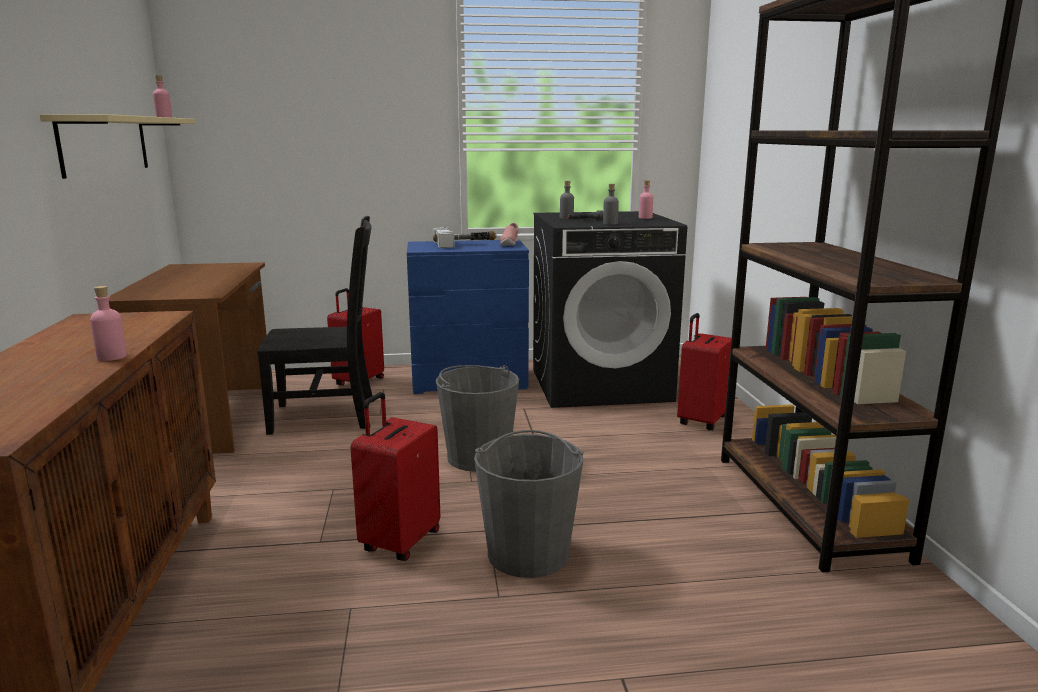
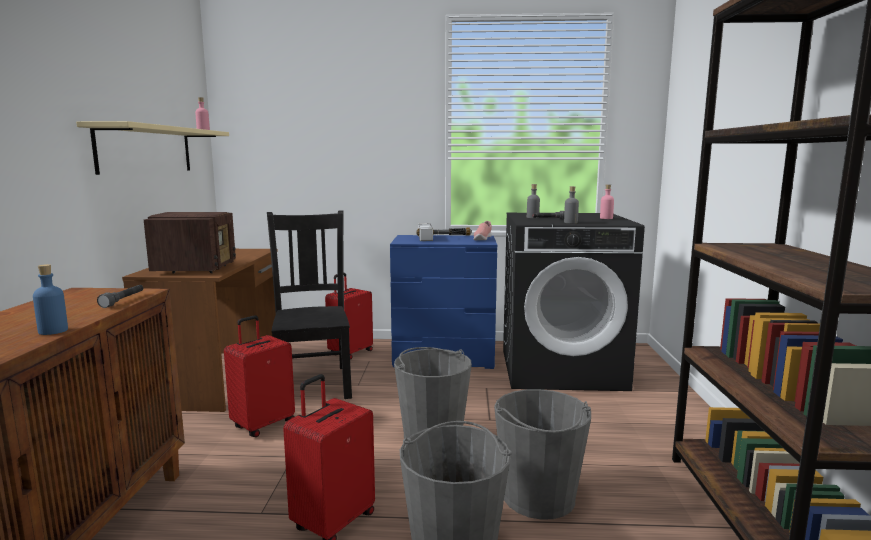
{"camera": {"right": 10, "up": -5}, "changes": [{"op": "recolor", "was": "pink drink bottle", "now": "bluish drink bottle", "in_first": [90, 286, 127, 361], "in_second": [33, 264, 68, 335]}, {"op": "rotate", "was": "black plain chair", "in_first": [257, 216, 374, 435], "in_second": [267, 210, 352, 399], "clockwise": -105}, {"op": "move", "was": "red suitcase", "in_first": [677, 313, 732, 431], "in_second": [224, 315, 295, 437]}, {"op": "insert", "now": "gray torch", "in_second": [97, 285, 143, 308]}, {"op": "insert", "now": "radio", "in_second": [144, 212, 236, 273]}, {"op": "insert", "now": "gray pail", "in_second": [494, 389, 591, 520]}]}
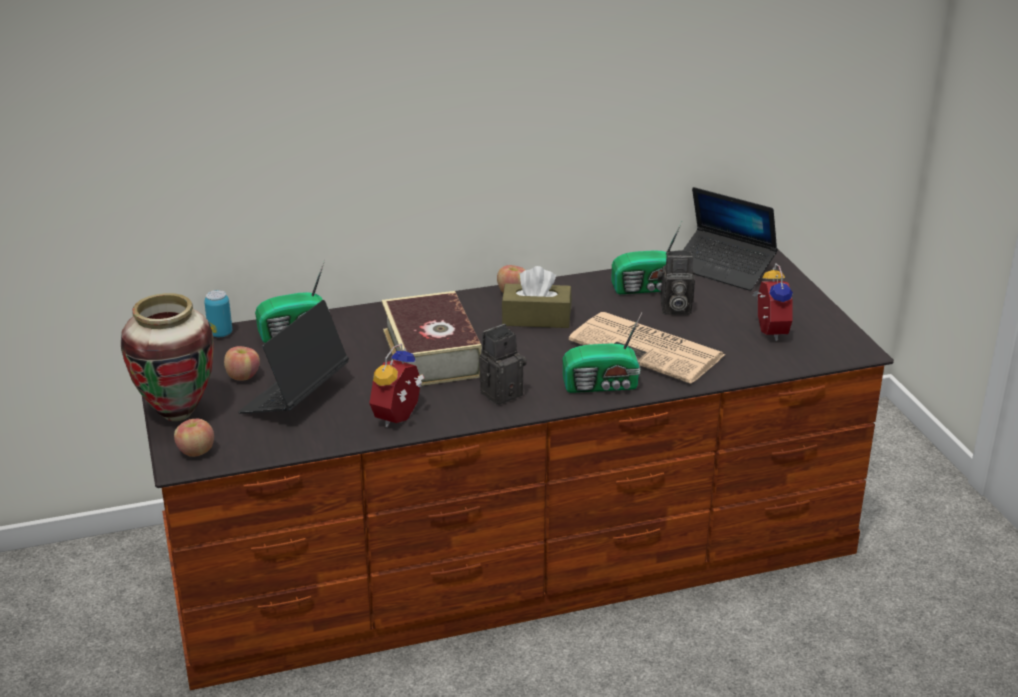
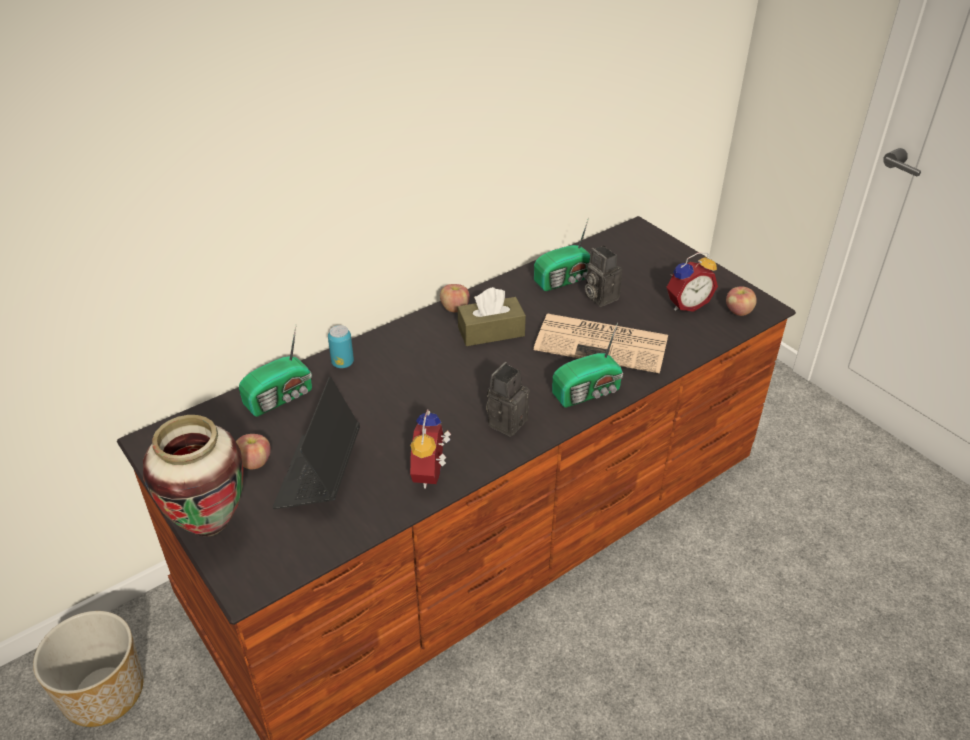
{"camera": {"right": -20, "up": 10}, "changes": [{"op": "move", "was": "apple fruit", "in_first": [174, 419, 214, 457], "in_second": [726, 286, 756, 316]}, {"op": "move", "was": "metal can", "in_first": [204, 290, 232, 337], "in_second": [328, 325, 354, 368]}, {"op": "delete", "was": "volume", "in_first": [382, 291, 482, 386]}, {"op": "rotate", "was": "still camera", "in_first": [657, 250, 695, 315], "in_second": [585, 246, 622, 307], "clockwise": 75}, {"op": "delete", "was": "notebook computer", "in_first": [683, 187, 778, 291]}, {"op": "rotate", "was": "bedside clock", "in_first": [753, 263, 793, 341], "in_second": [666, 252, 718, 312], "clockwise": 90}, {"op": "insert", "now": "planter", "in_second": [33, 611, 144, 727]}]}
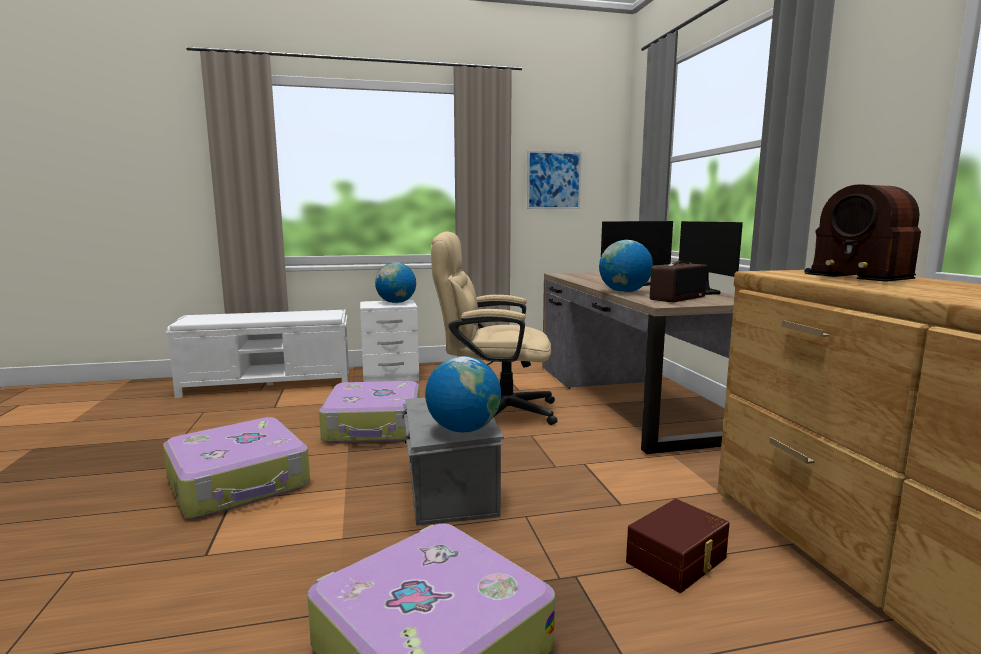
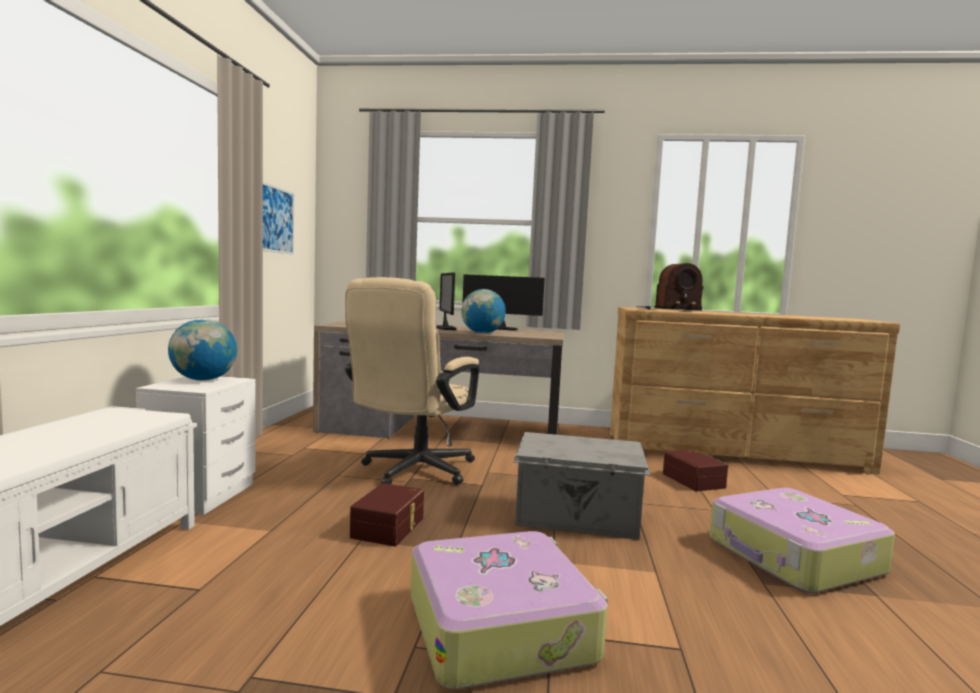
{"camera": {"right": -70, "up": -5}, "changes": [{"op": "replace", "was": "suitcase", "now": "brownish storage container", "in_first": [319, 381, 419, 443], "in_second": [350, 483, 424, 546]}, {"op": "delete", "was": "desk globe", "in_first": [425, 356, 501, 433]}, {"op": "delete", "was": "radio", "in_first": [650, 261, 707, 302]}]}
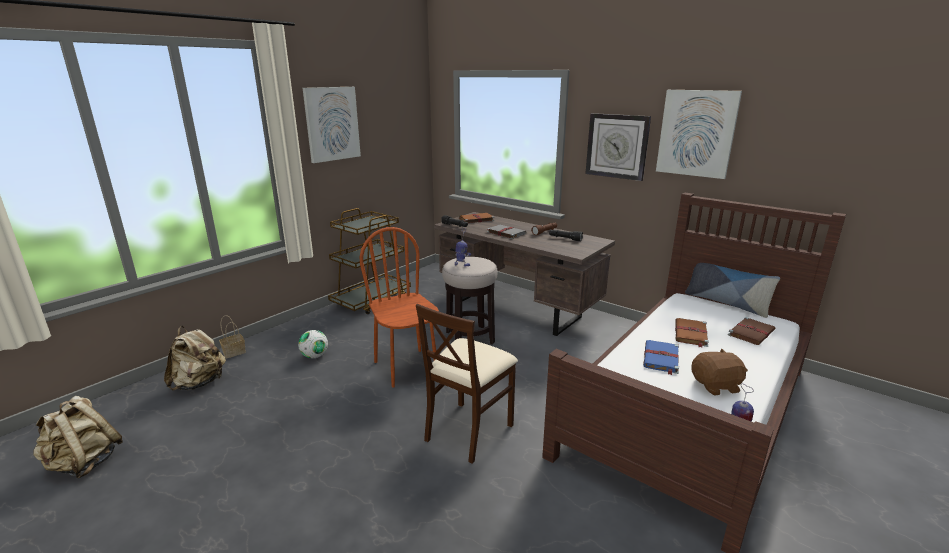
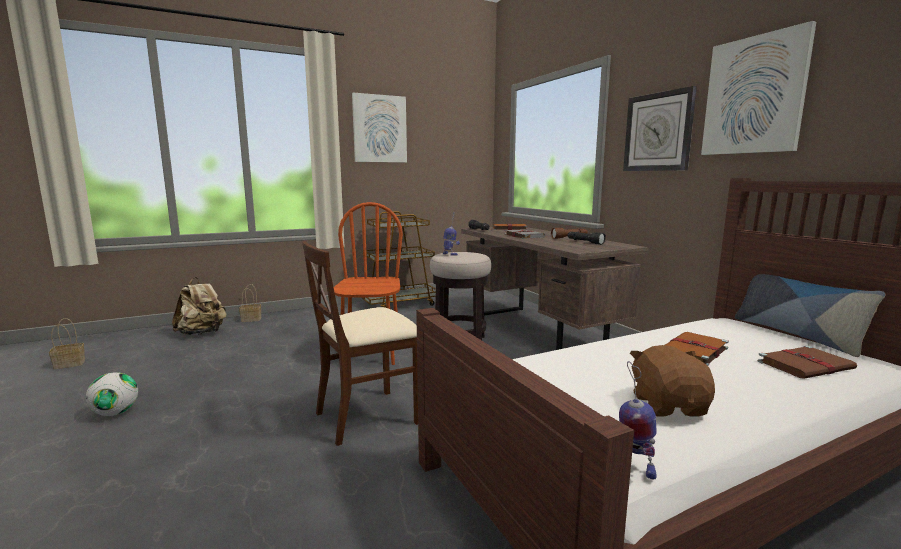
{"camera": {"right": 25, "up": -10}, "changes": [{"op": "replace", "was": "beige-coloured knapsack", "now": "household basket", "in_first": [33, 396, 123, 479], "in_second": [49, 318, 85, 369]}, {"op": "move", "was": "ball for football", "in_first": [298, 330, 328, 358], "in_second": [86, 372, 138, 416]}, {"op": "delete", "was": "bluish volume", "in_first": [643, 340, 679, 375]}, {"op": "rotate", "was": "brownish plush toy", "in_first": [691, 349, 748, 396], "in_second": [630, 345, 715, 417], "clockwise": -105}]}
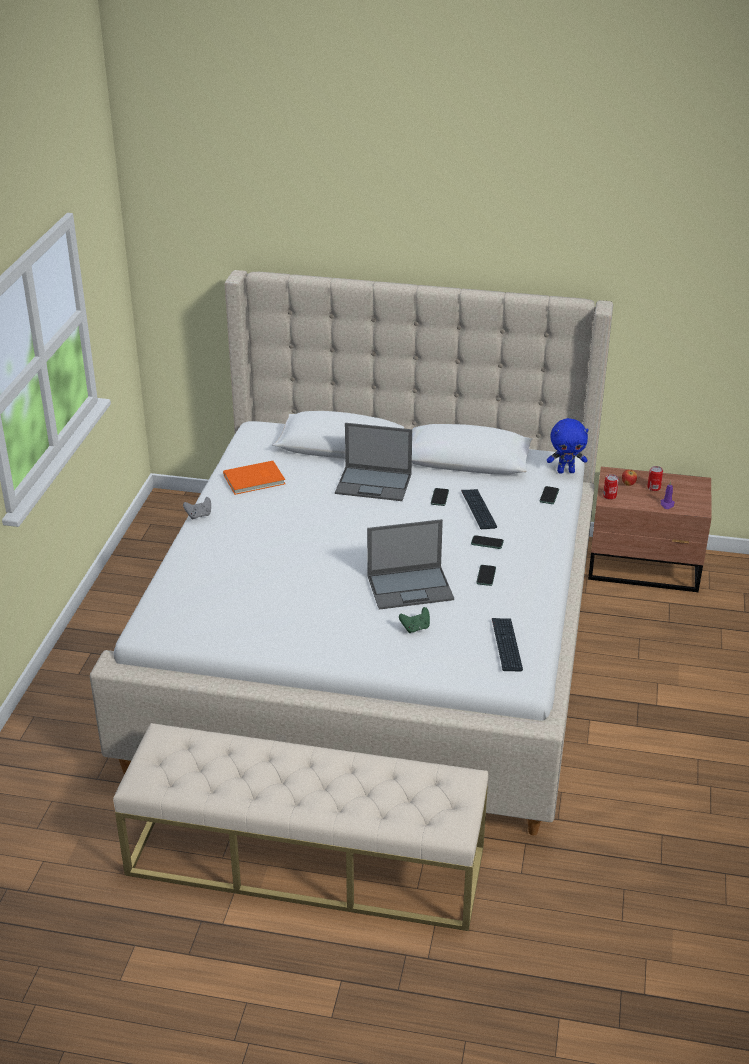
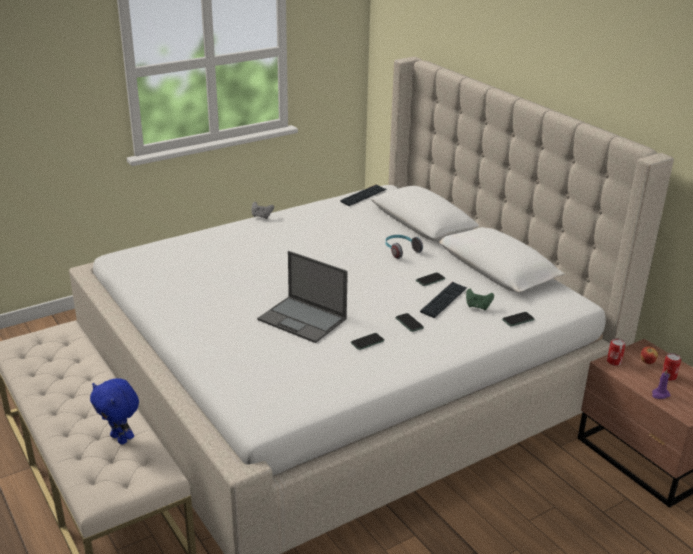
{"camera": {"right": 45, "up": -5}, "changes": [{"op": "delete", "was": "orange-coloured volume", "in_first": [223, 461, 285, 495]}, {"op": "replace", "was": "notebook computer", "now": "headphones", "in_first": [335, 423, 412, 501], "in_second": [385, 235, 423, 259]}, {"op": "move", "was": "green-coloured game controller", "in_first": [399, 607, 430, 633], "in_second": [466, 289, 494, 310]}, {"op": "move", "was": "PC keyboard", "in_first": [492, 618, 523, 671], "in_second": [340, 184, 386, 206]}, {"op": "move", "was": "bluish plush toy", "in_first": [547, 418, 589, 474], "in_second": [90, 378, 139, 445]}]}
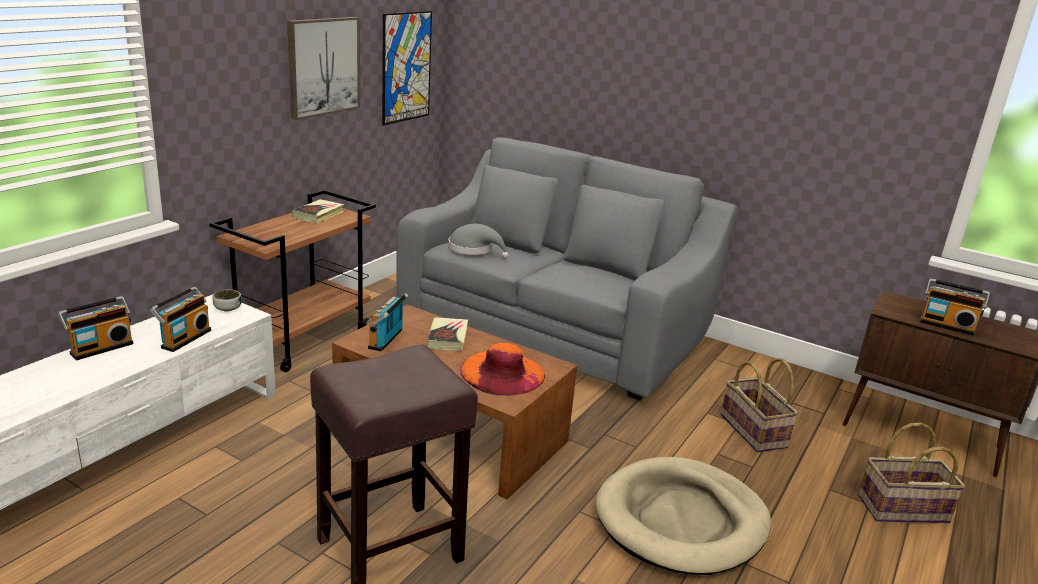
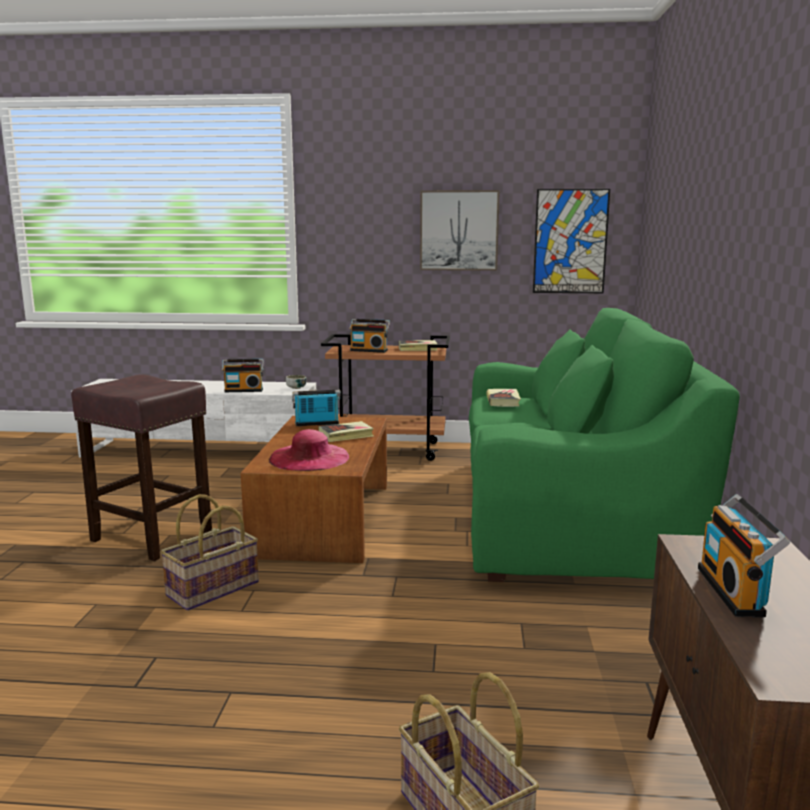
{"camera": {"right": 65, "up": -10}, "changes": [{"op": "move", "was": "radio", "in_first": [58, 296, 133, 361], "in_second": [349, 319, 390, 353]}, {"op": "recolor", "was": "gray couch", "now": "green-coloured couch", "in_first": [396, 137, 737, 401], "in_second": [469, 308, 740, 582]}, {"op": "replace", "was": "gray clothing hat", "now": "volume", "in_first": [448, 224, 509, 259], "in_second": [486, 389, 521, 407]}, {"op": "recolor", "was": "orange-coloured clothing hat", "now": "pink clothing hat", "in_first": [460, 343, 545, 395], "in_second": [269, 429, 349, 471]}, {"op": "delete", "was": "beige-coloured dog bed", "in_first": [596, 457, 771, 575]}, {"op": "move", "was": "household basket", "in_first": [721, 358, 798, 452], "in_second": [160, 494, 259, 611]}]}
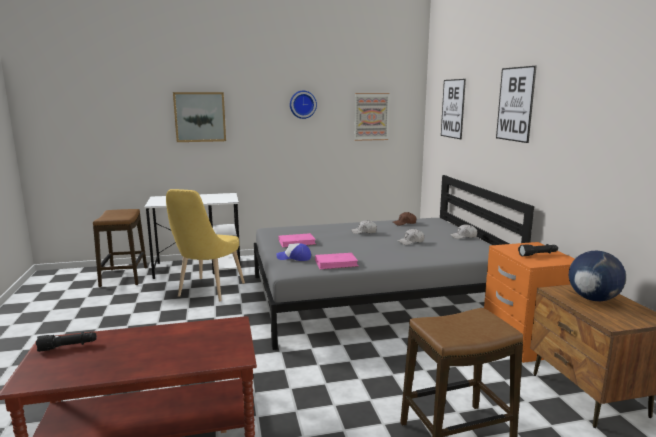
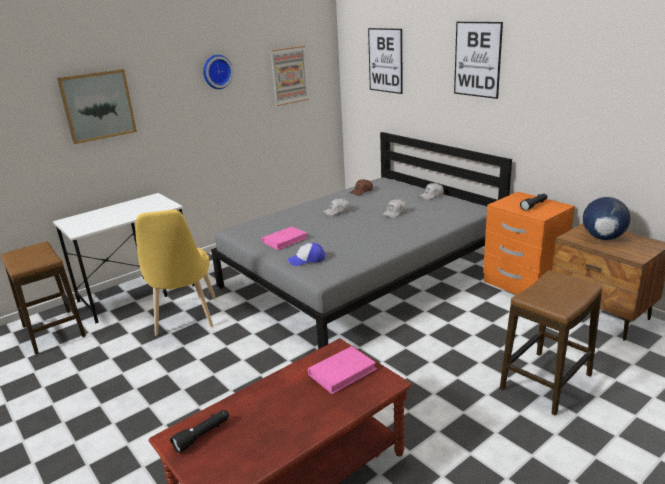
{"camera": {"right": -25, "up": 10}, "changes": [{"op": "move", "was": "pink volume", "in_first": [315, 253, 359, 269], "in_second": [308, 346, 377, 394]}]}
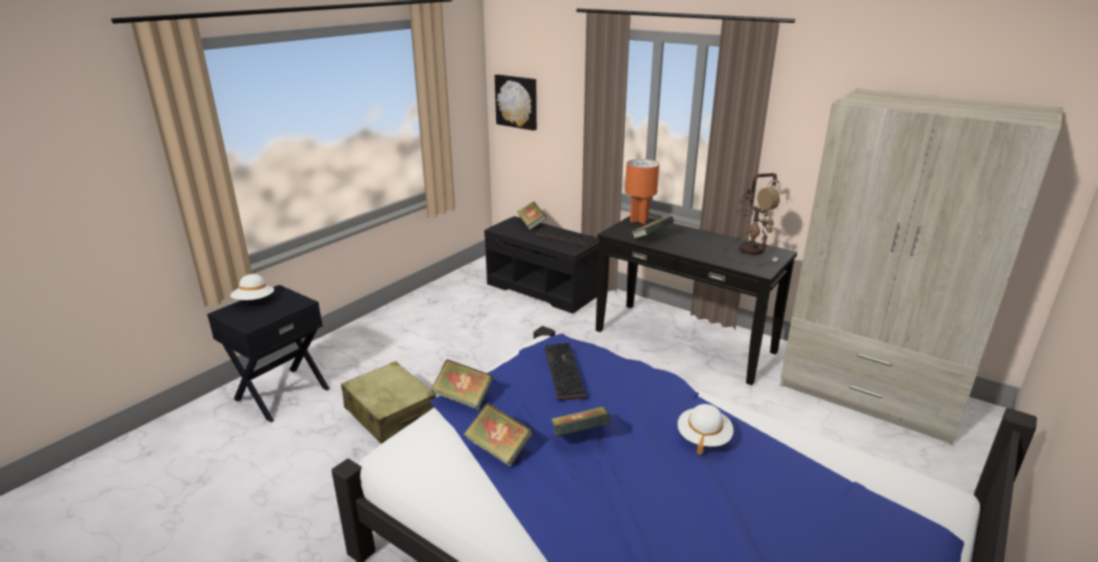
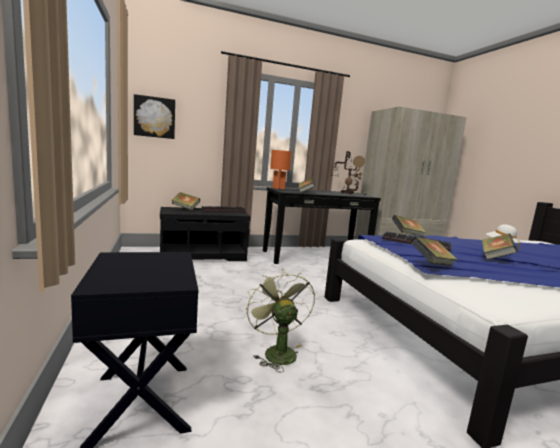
{"camera": {"right": -55, "up": -15}, "changes": [{"op": "delete", "was": "whitish clothing hat", "in_first": [230, 274, 274, 300]}, {"op": "replace", "was": "beige-coloured suitcase", "now": "green-coloured electric fan", "in_first": [341, 361, 436, 444], "in_second": [246, 268, 315, 372]}, {"op": "move", "was": "volume", "in_first": [463, 403, 533, 467], "in_second": [392, 215, 427, 237]}]}
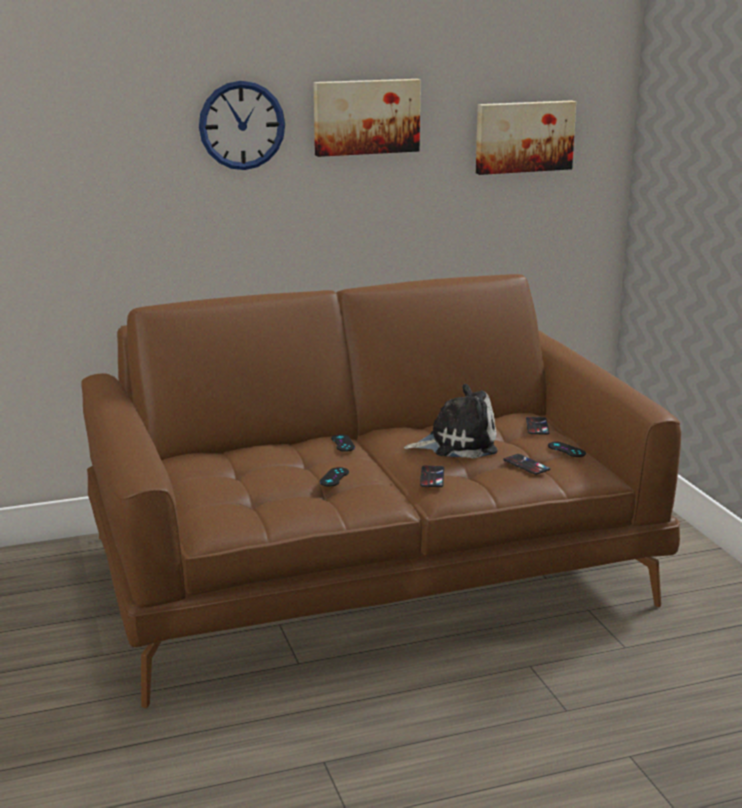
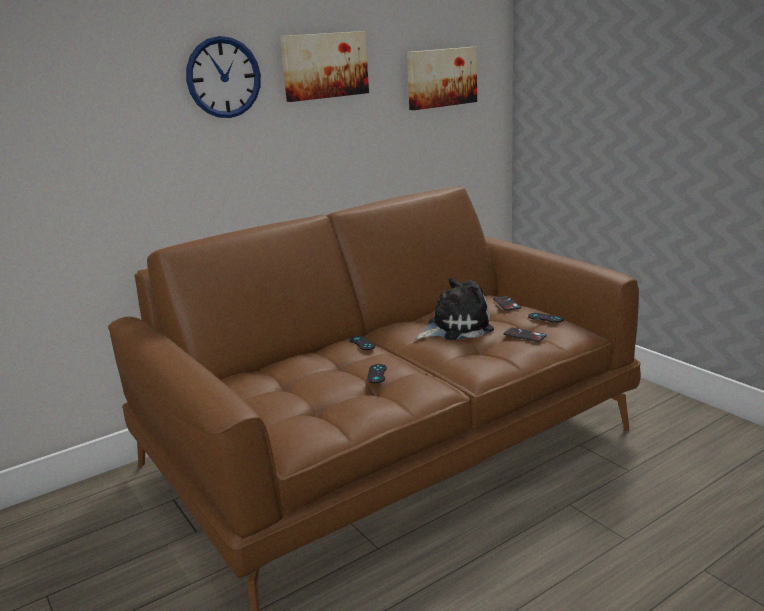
{"camera": {"right": -15, "up": 0}, "changes": [{"op": "delete", "was": "phone", "in_first": [420, 466, 444, 487]}]}
